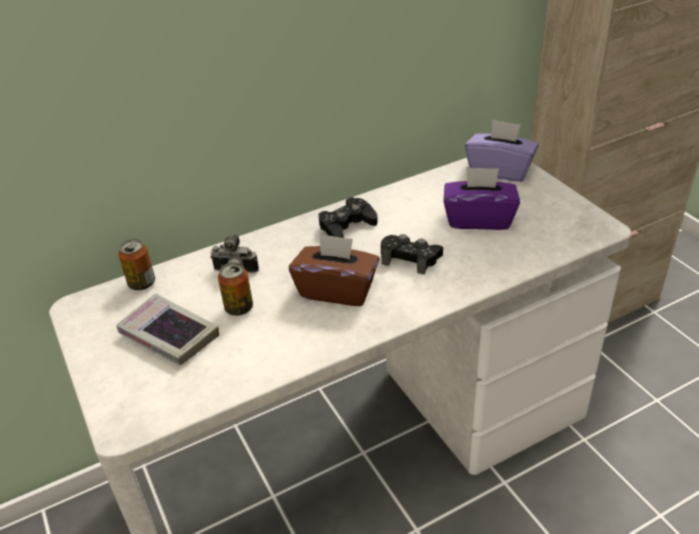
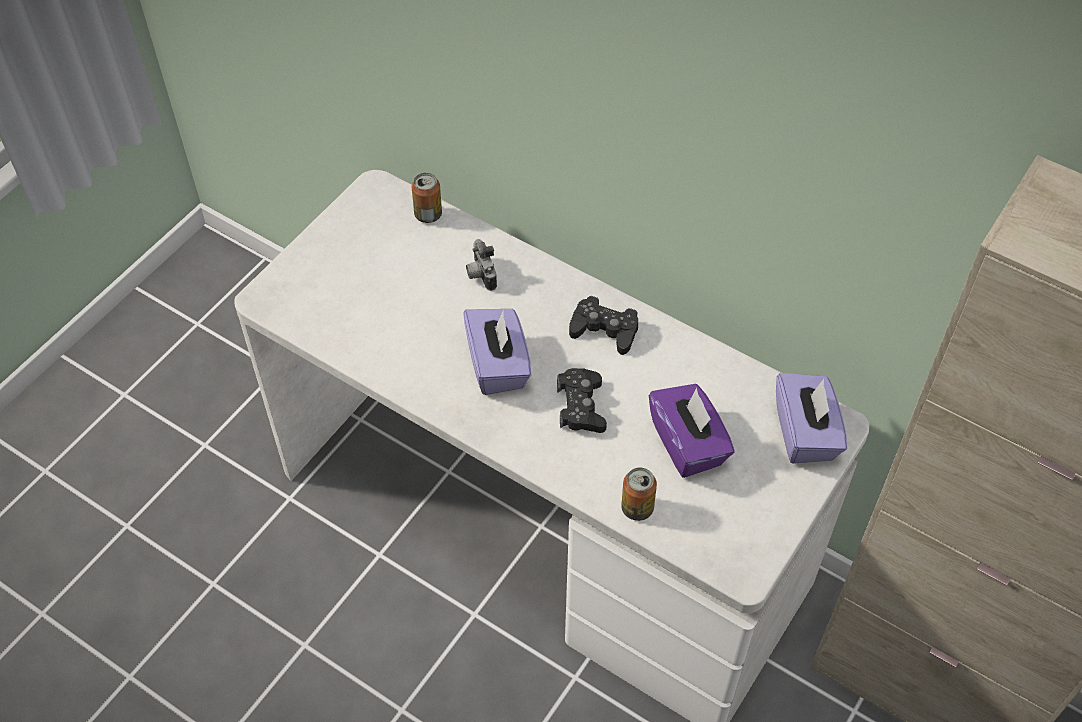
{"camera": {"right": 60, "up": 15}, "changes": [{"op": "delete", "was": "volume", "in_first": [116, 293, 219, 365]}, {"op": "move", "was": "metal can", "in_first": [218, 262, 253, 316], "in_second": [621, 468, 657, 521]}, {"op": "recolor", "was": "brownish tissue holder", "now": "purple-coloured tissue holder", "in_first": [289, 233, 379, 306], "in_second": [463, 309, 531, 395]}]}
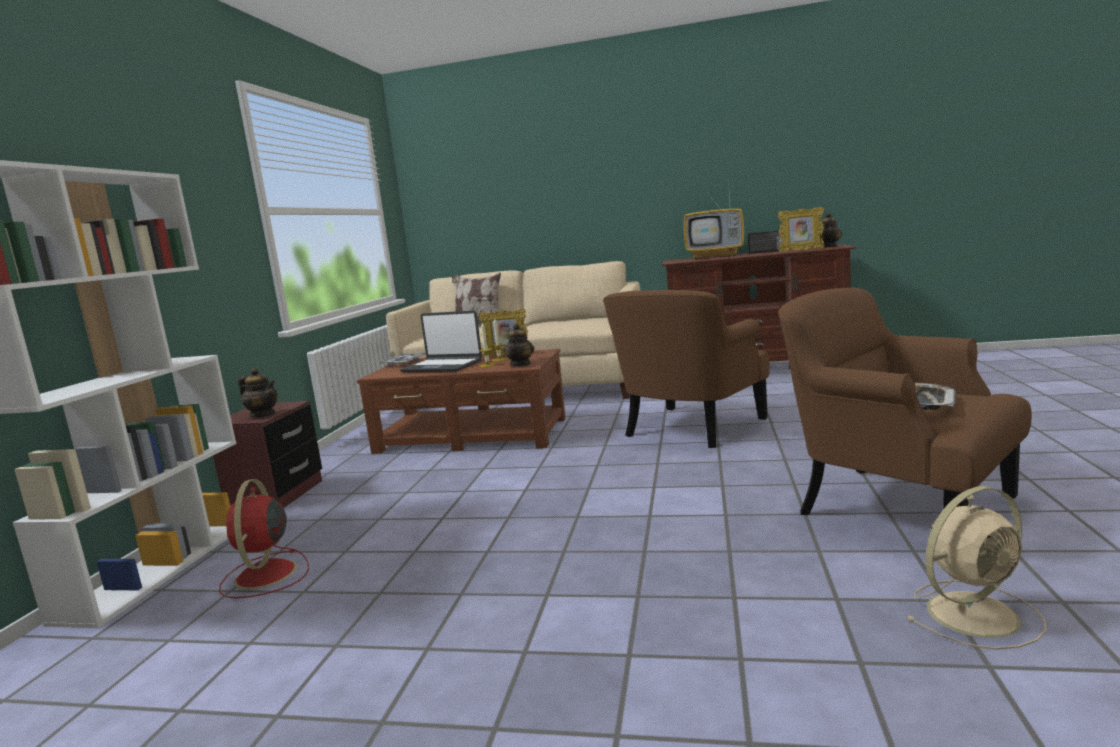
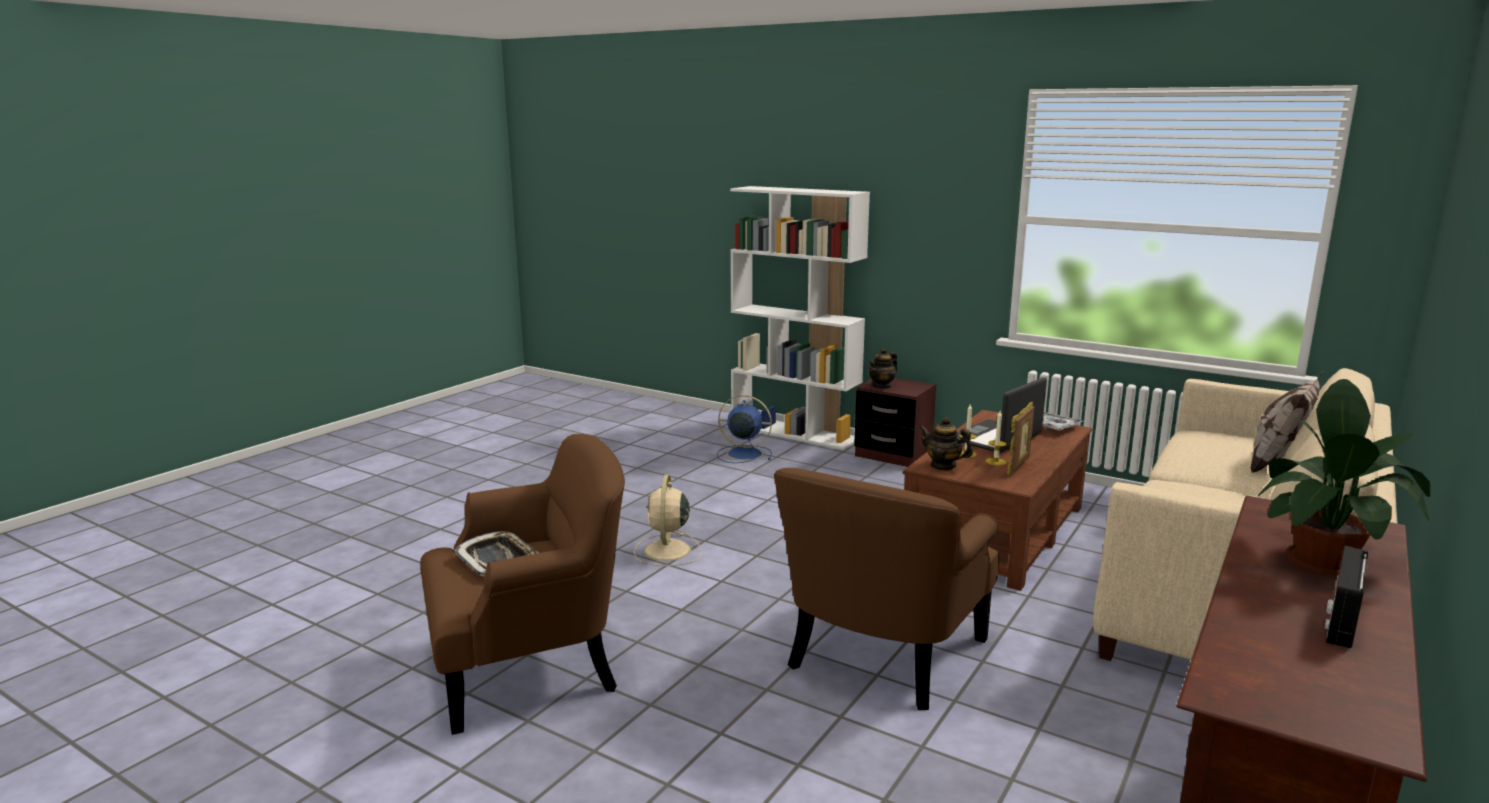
{"camera": {"right": 110, "up": 5}, "changes": [{"op": "recolor", "was": "red electric fan", "now": "bluish electric fan", "in_first": [219, 479, 309, 598], "in_second": [717, 395, 772, 463]}, {"op": "rotate", "was": "brownish easy chair", "in_first": [603, 290, 770, 448], "in_second": [774, 468, 999, 710], "clockwise": -120}, {"op": "replace", "was": "TV set", "now": "houseplant", "in_first": [683, 177, 744, 260], "in_second": [1258, 379, 1430, 576]}, {"op": "delete", "was": "photo frame", "in_first": [778, 207, 825, 252]}, {"op": "delete", "was": "teapot", "in_first": [820, 213, 842, 247]}, {"op": "move", "was": "beige-coloured electric fan", "in_first": [906, 486, 1047, 650], "in_second": [634, 475, 702, 566]}]}
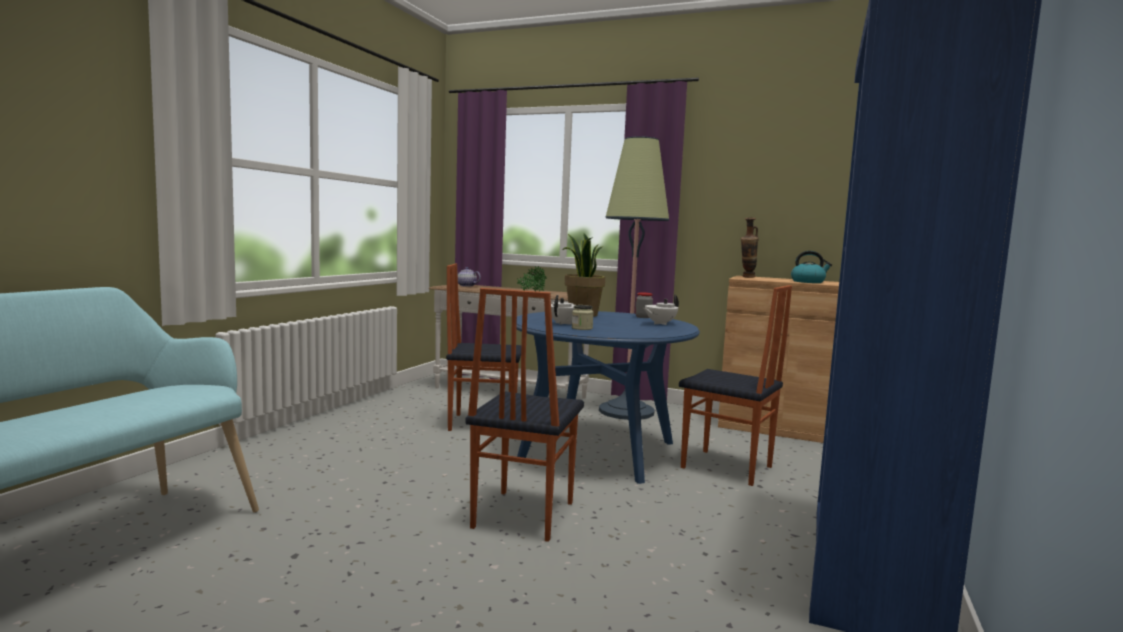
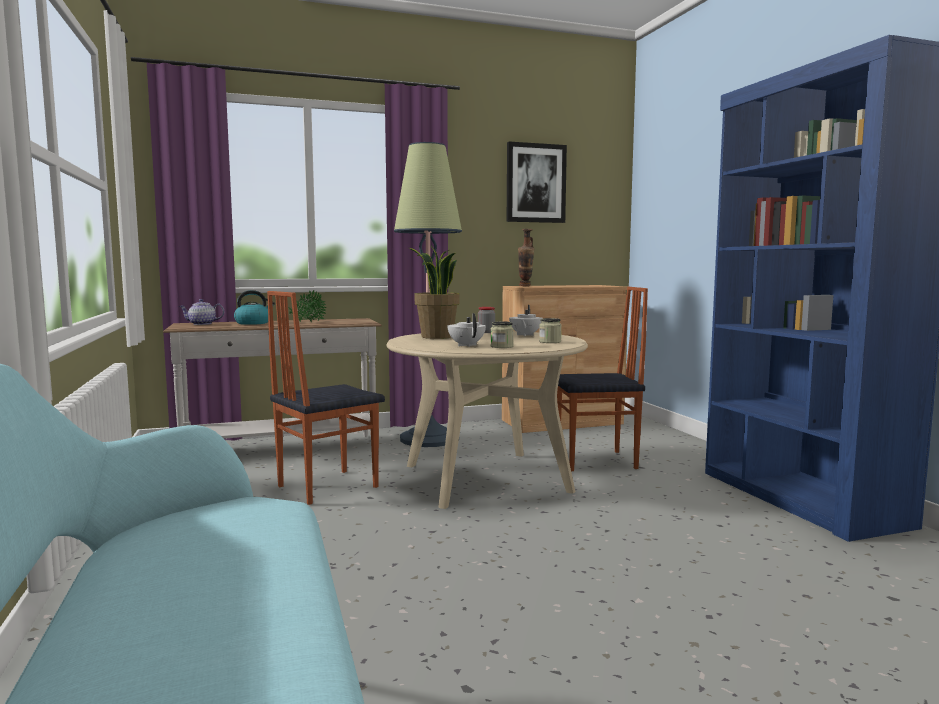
{"camera": {"right": -40, "up": 0}, "changes": [{"op": "delete", "was": "plain chair", "in_first": [465, 288, 584, 542]}, {"op": "recolor", "was": "bluish kitchen table", "now": "beige-coloured kitchen table", "in_first": [516, 311, 700, 484], "in_second": [386, 331, 588, 509]}, {"op": "move", "was": "water kettle", "in_first": [791, 251, 832, 283], "in_second": [234, 290, 275, 325]}, {"op": "insert", "now": "wall art", "in_second": [507, 142, 567, 223]}, {"op": "insert", "now": "jar", "in_second": [539, 318, 562, 343]}]}
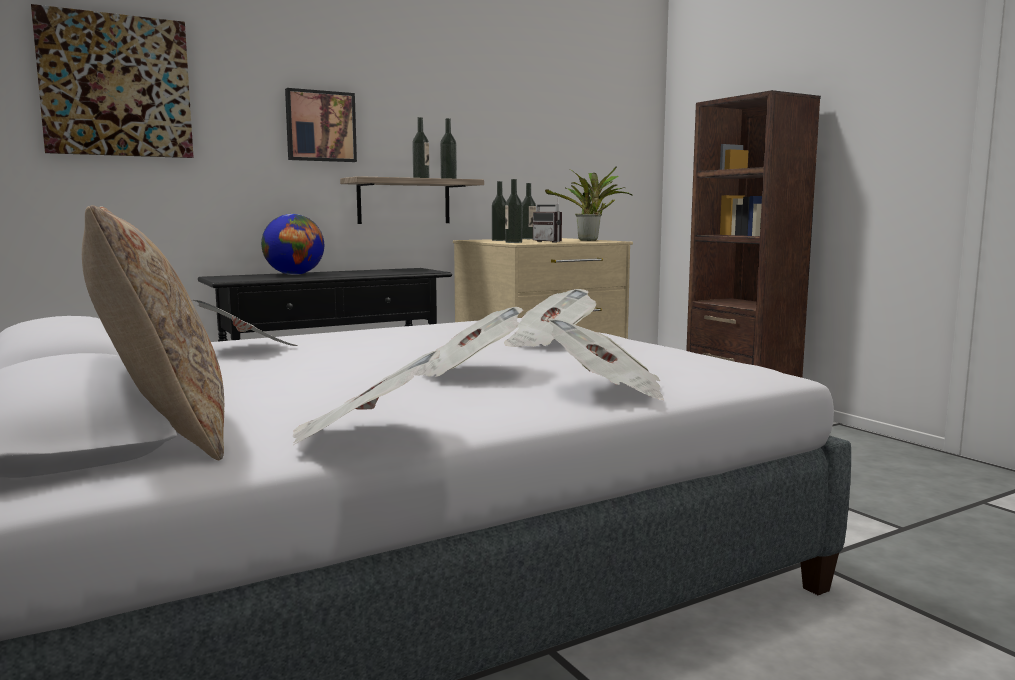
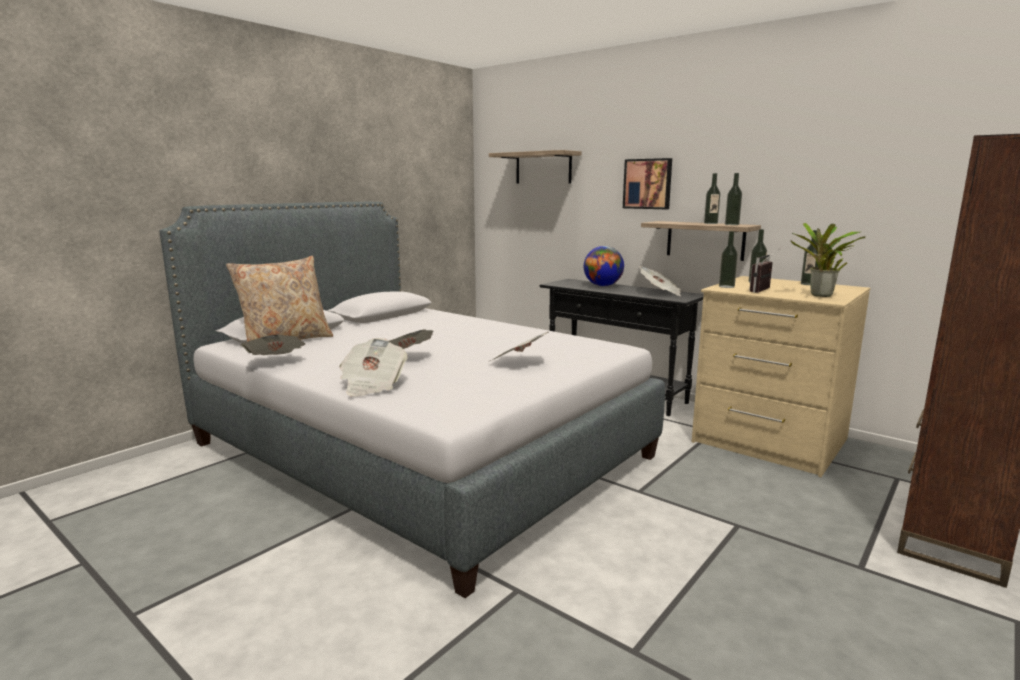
{"camera": {"right": 70, "up": 5}, "changes": [{"op": "replace", "was": "wall art", "now": "wall shelf", "in_first": [31, 4, 194, 158], "in_second": [489, 150, 582, 184]}, {"op": "move", "was": "newspaper", "in_first": [192, 300, 298, 346], "in_second": [639, 266, 681, 296]}]}
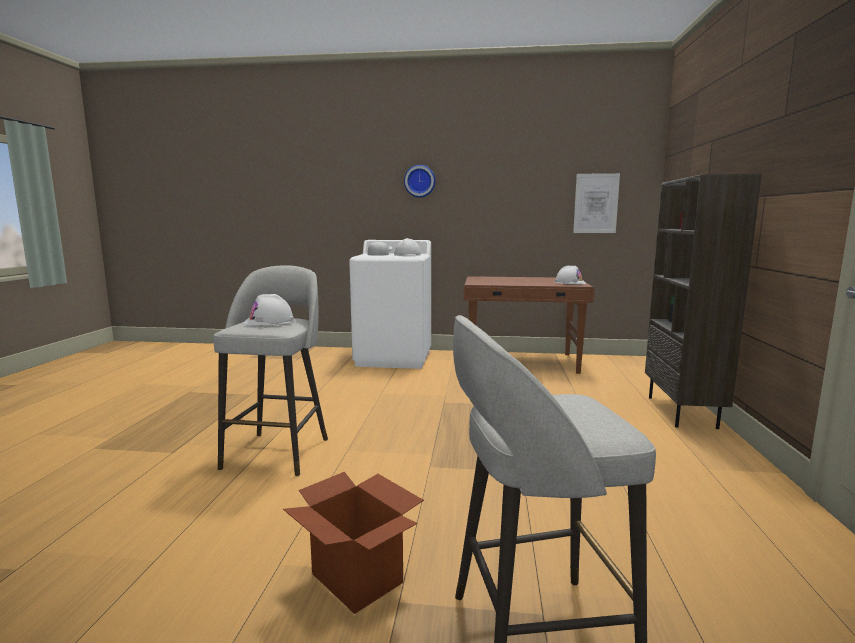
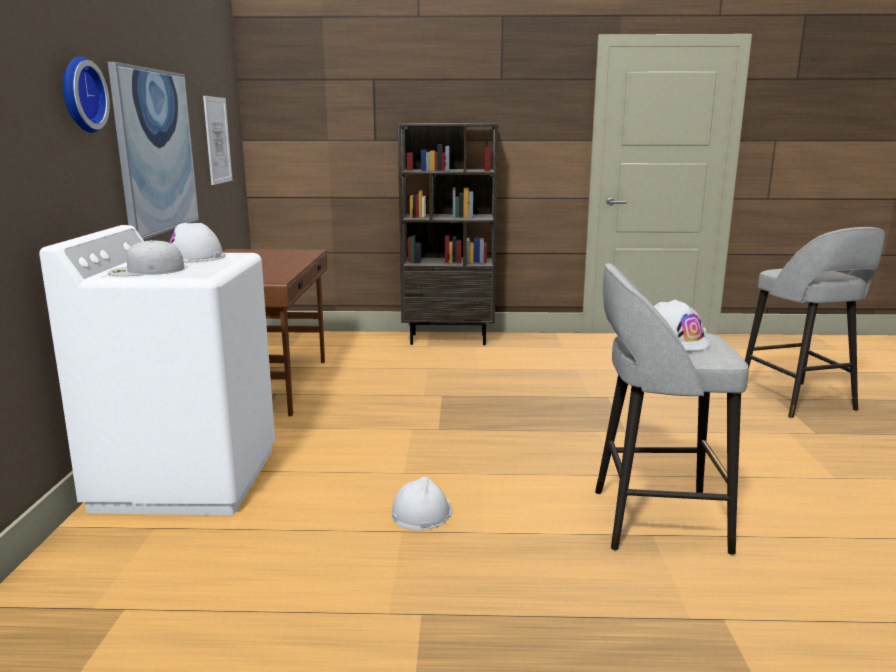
{"camera": {"right": -95, "up": 5}, "changes": [{"op": "delete", "was": "packing box", "in_first": [283, 472, 424, 614]}, {"op": "move", "was": "whitish hard hat", "in_first": [555, 266, 586, 284], "in_second": [391, 477, 453, 530]}, {"op": "insert", "now": "wall art", "in_second": [108, 62, 199, 240]}]}
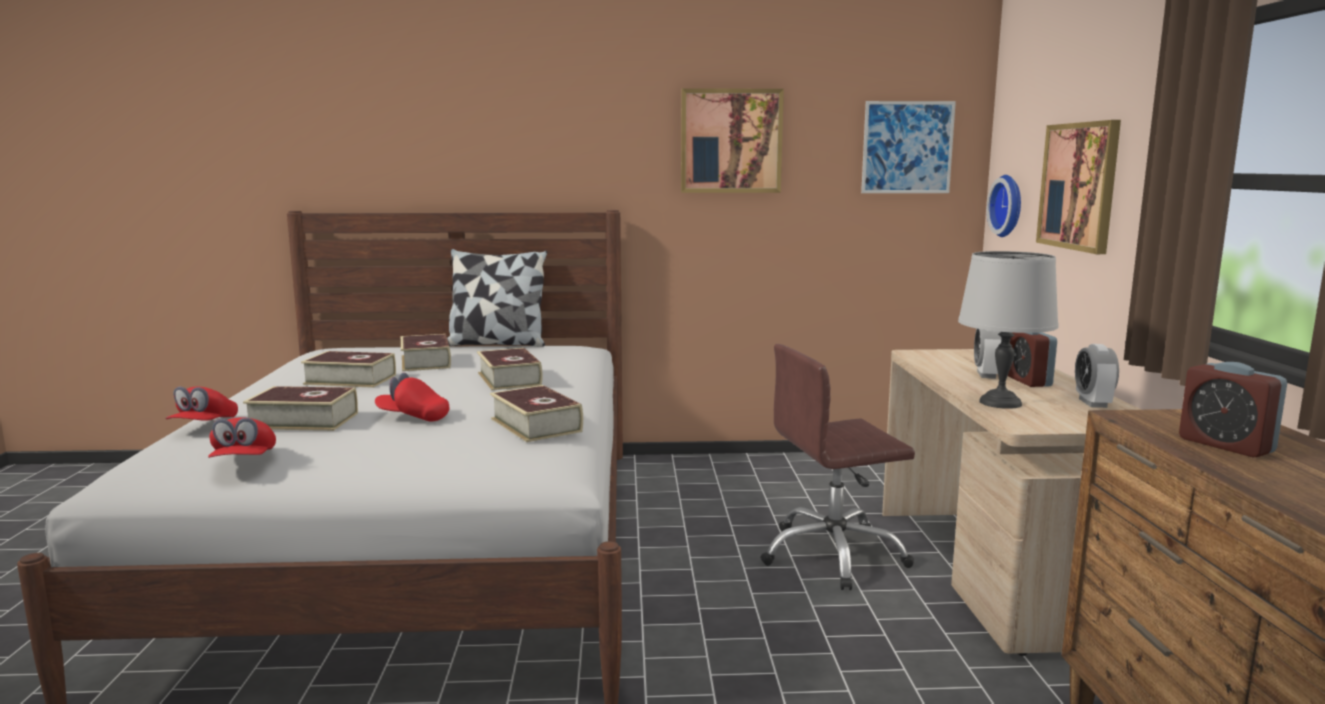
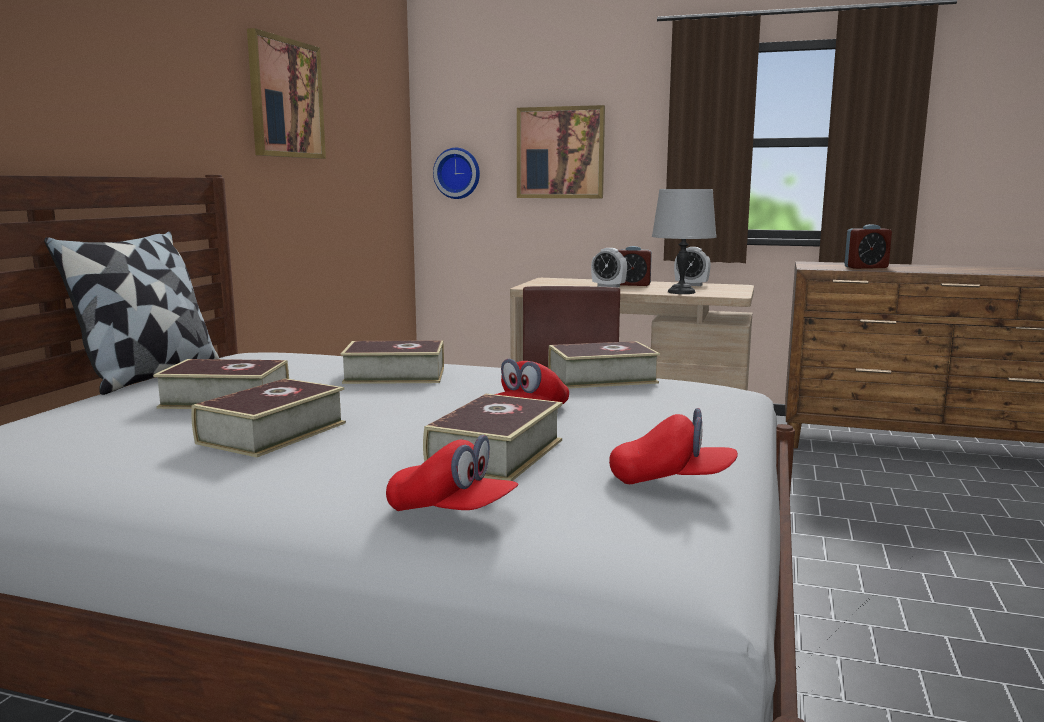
{"camera": {"right": -70, "up": 0}, "changes": [{"op": "delete", "was": "wall art", "in_first": [861, 101, 956, 193]}]}
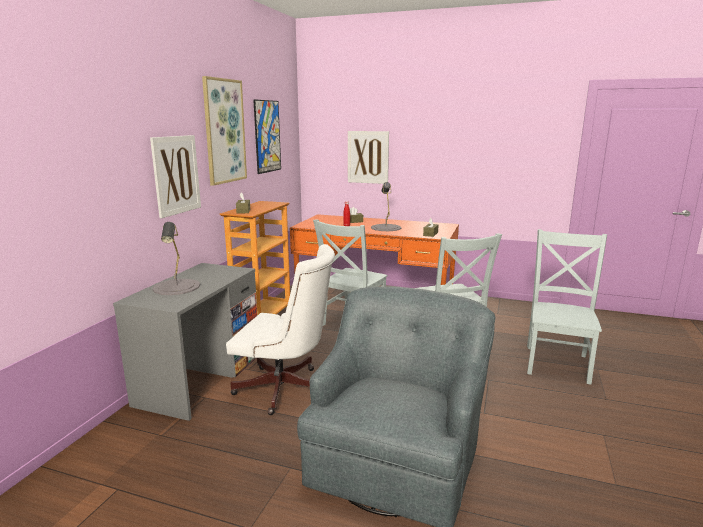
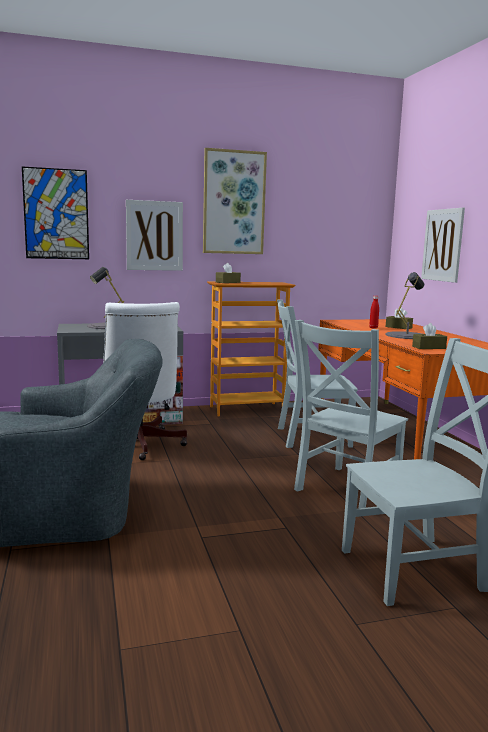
{"camera": {"right": 55, "up": -5}, "changes": [{"op": "move", "was": "wall art", "in_first": [253, 99, 281, 174], "in_second": [22, 166, 89, 259]}]}
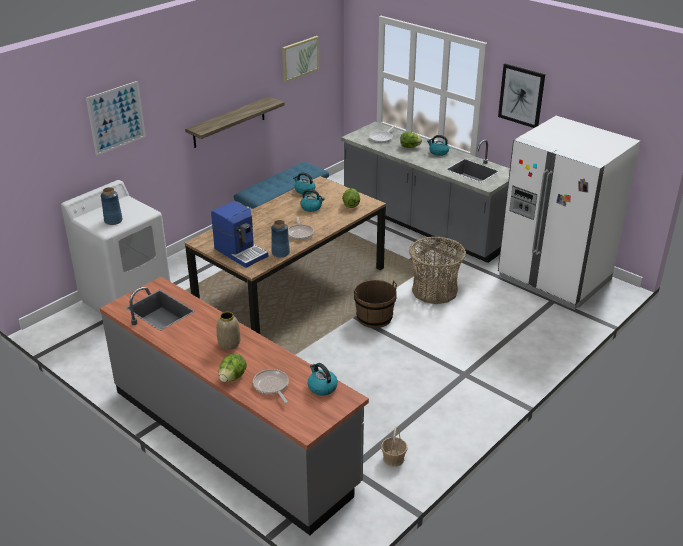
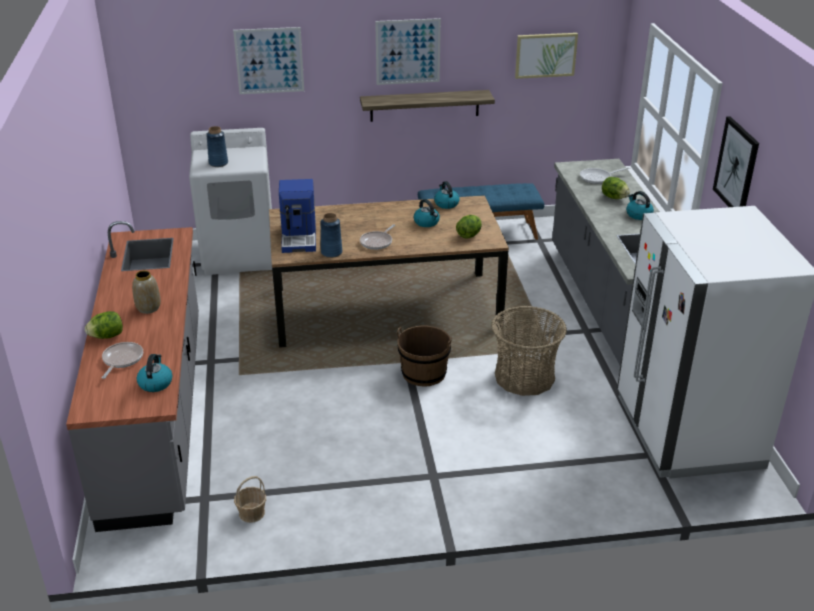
{"camera": {"right": 40, "up": 0}, "changes": [{"op": "insert", "now": "wall art", "in_second": [375, 18, 441, 85]}]}
